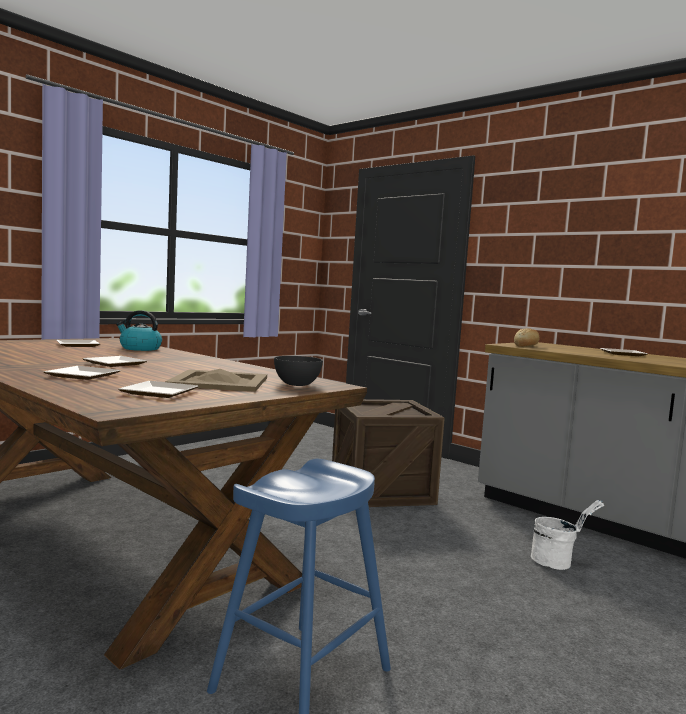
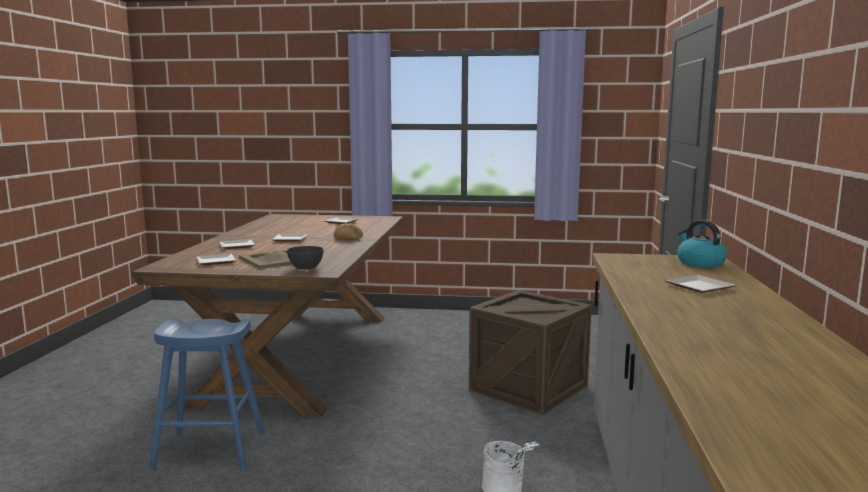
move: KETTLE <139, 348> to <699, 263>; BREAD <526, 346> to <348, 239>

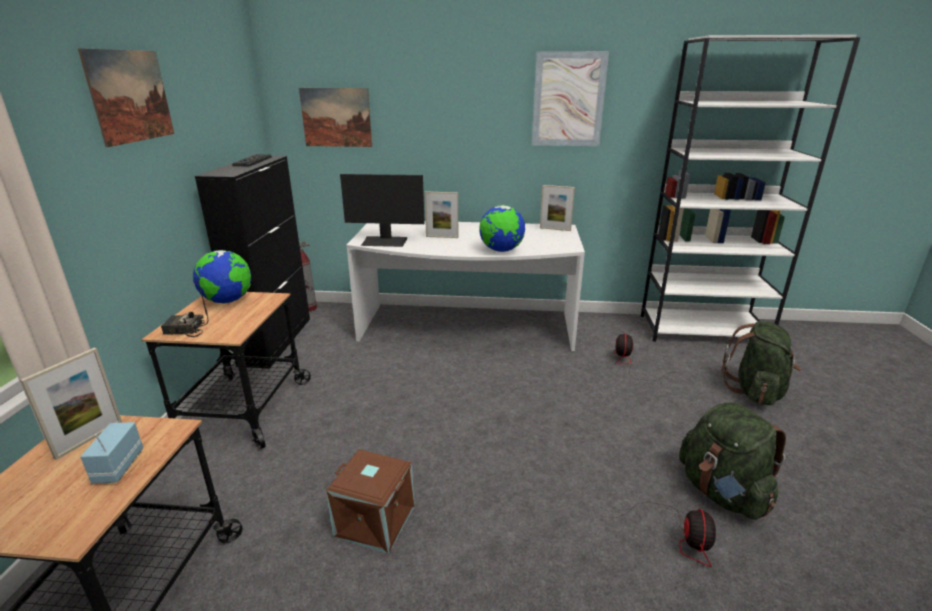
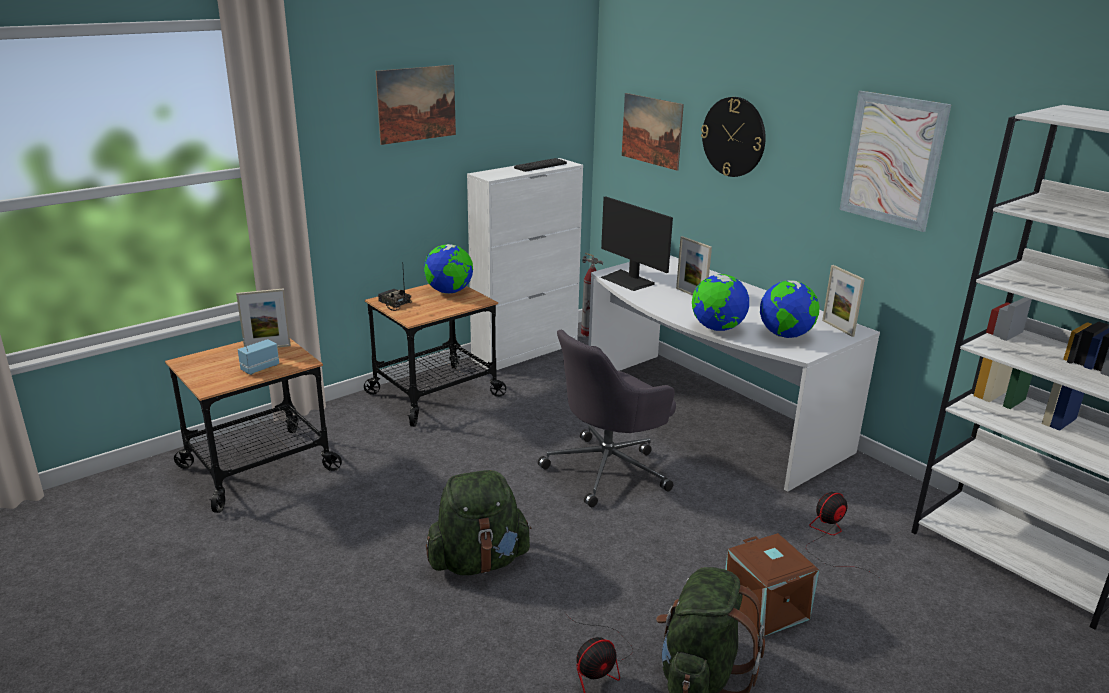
insert: WALL CLOCK <734, 137>; GLOBE <785, 335>; GREY OFFICE CHAIR <608, 469>
move: GREEN BACKPACK <755, 391> to <478, 562>; BROWN STORAGE BOX <376, 520> to <766, 608>
recolor: BLACK CABINET <276, 340> to WHITE CABINET <526, 351>

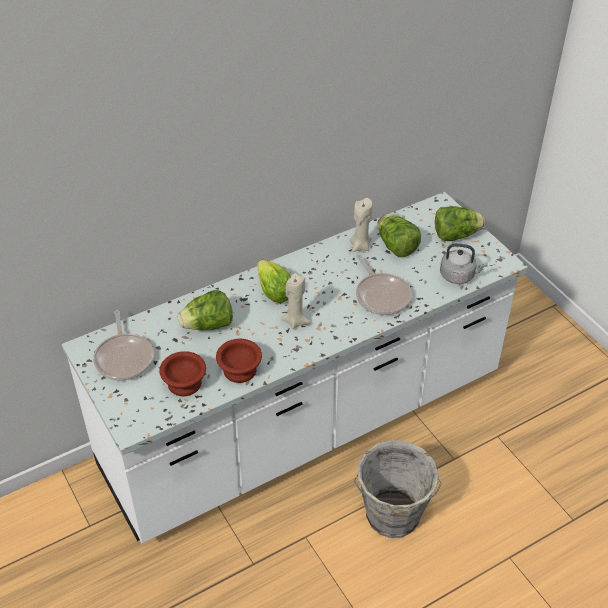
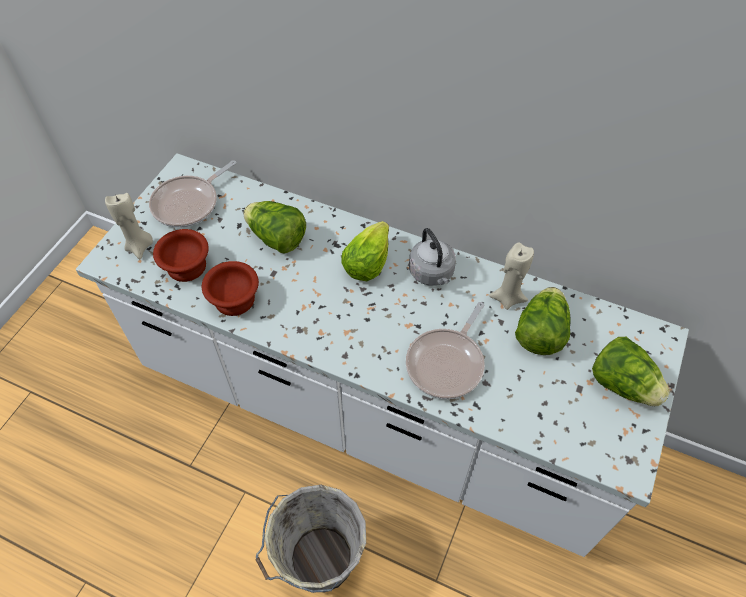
move: GREY KETTLE <459, 276> to <432, 274>; BEIGE CANDLE <295, 321> to <140, 247>

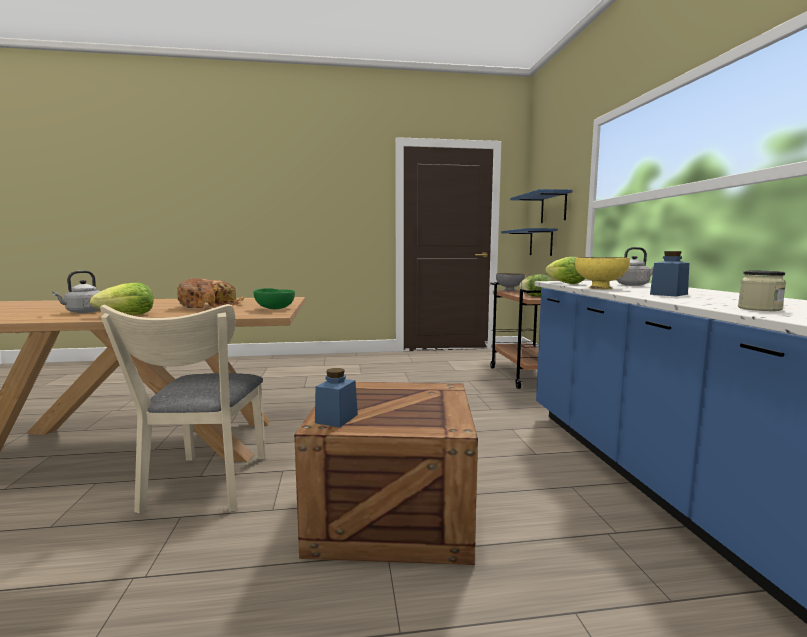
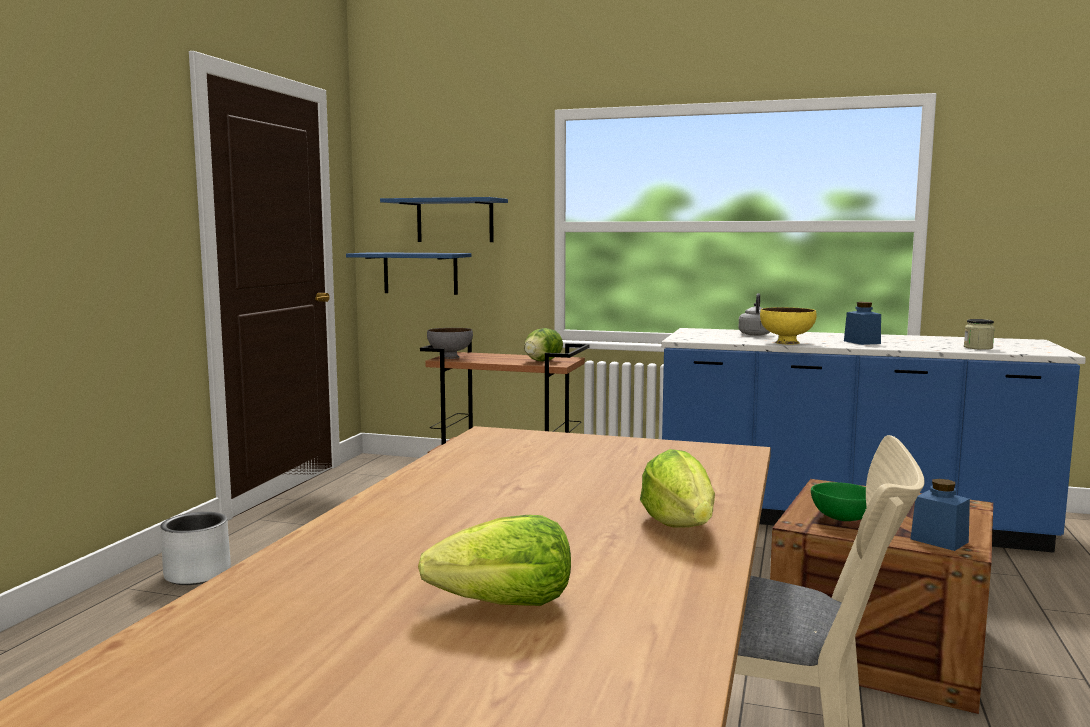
delete: GREY KETTLE <83, 312>; BREAD <210, 306>
insert: GREY PLANTER <197, 574>
move: LETTUCE <565, 283> to <505, 605>; GREEN BOWL <275, 309> to <840, 519>

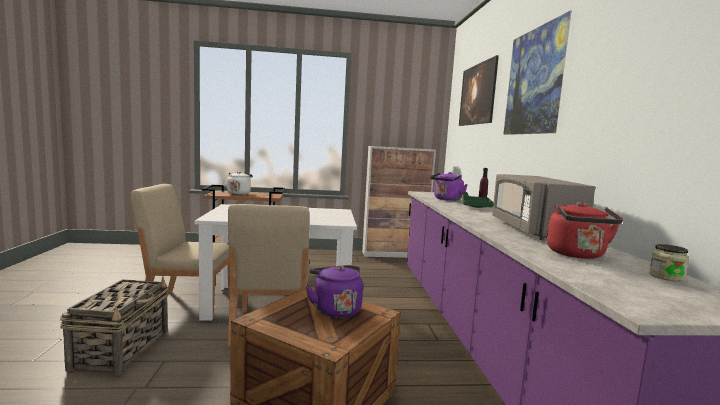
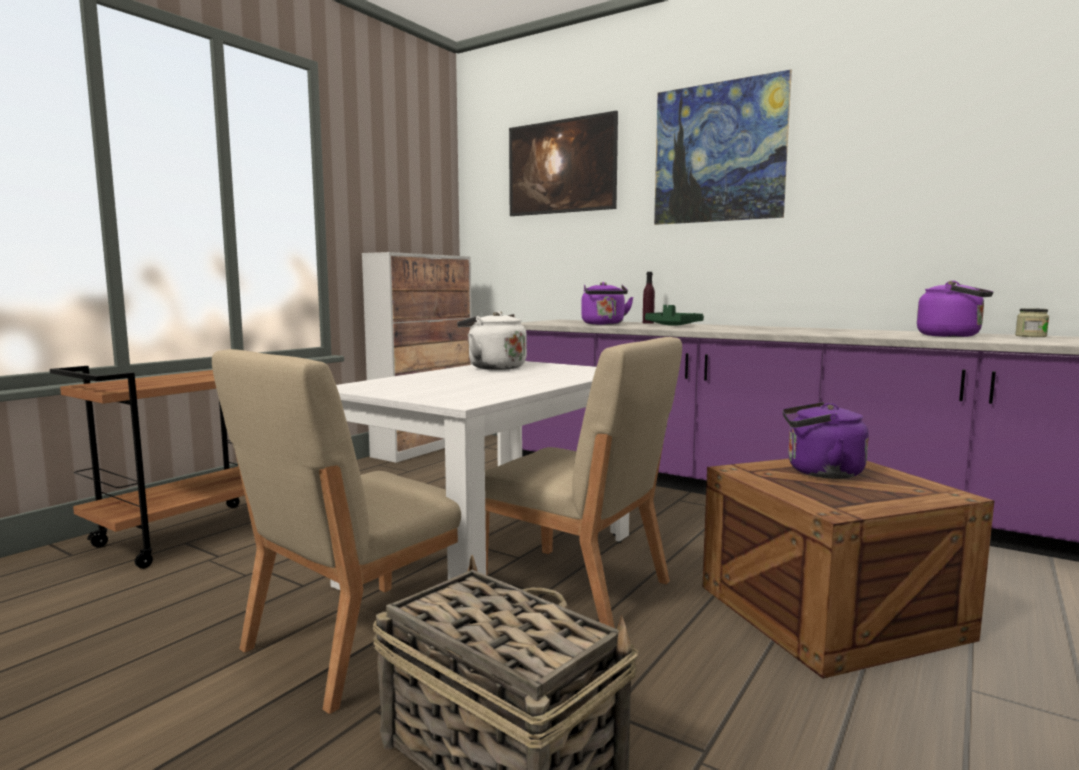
delete: GREY MICROWAVE <532, 230>
move: WHITE KETTLE <238, 193> to <493, 367>
recolor: RED KETTLE <577, 255> to PURPLE KETTLE <952, 336>

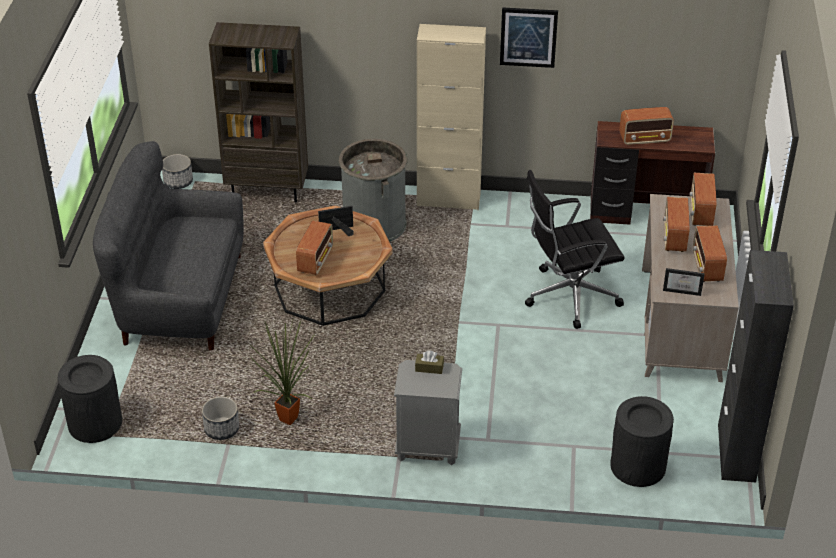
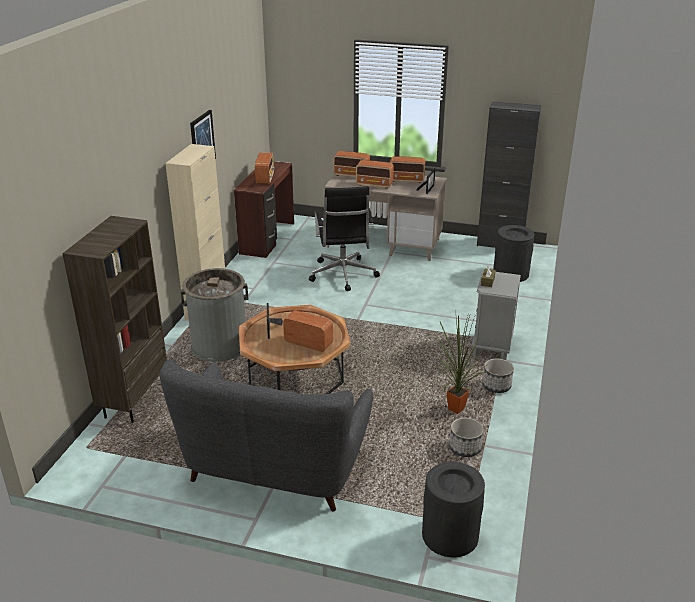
move: PLANTER <178, 181> to <496, 386>

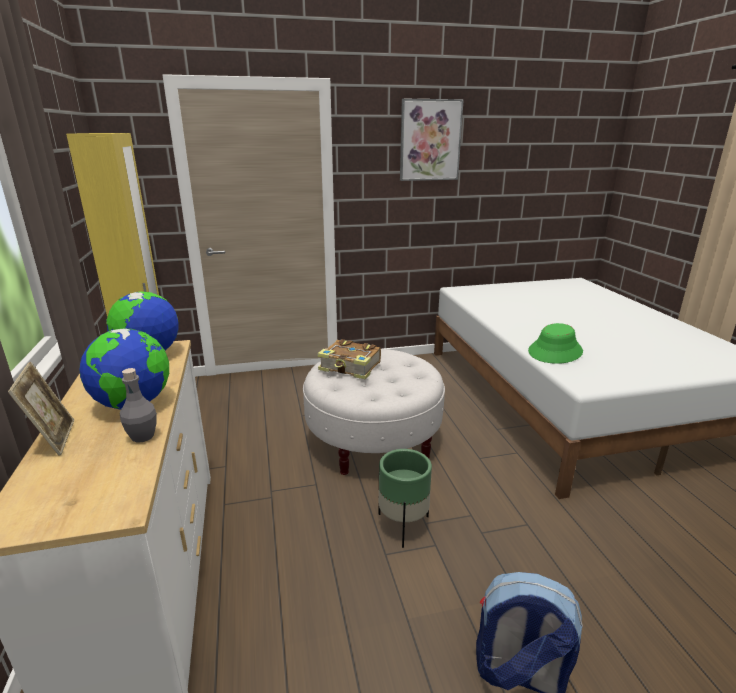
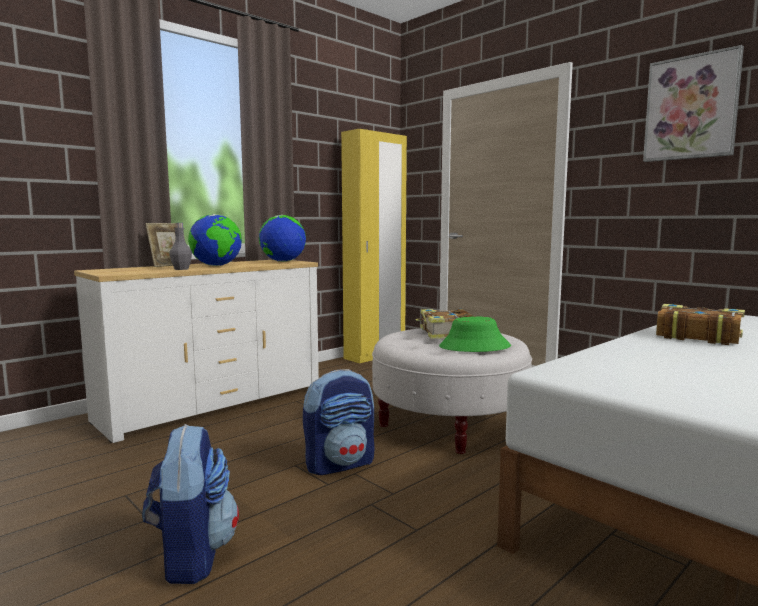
insert: BOOK <697, 336>
move: GREEN HAT <555, 352> to <474, 347>
replace: GREEN PLANTER <403, 525> to BACKPACK <340, 464>

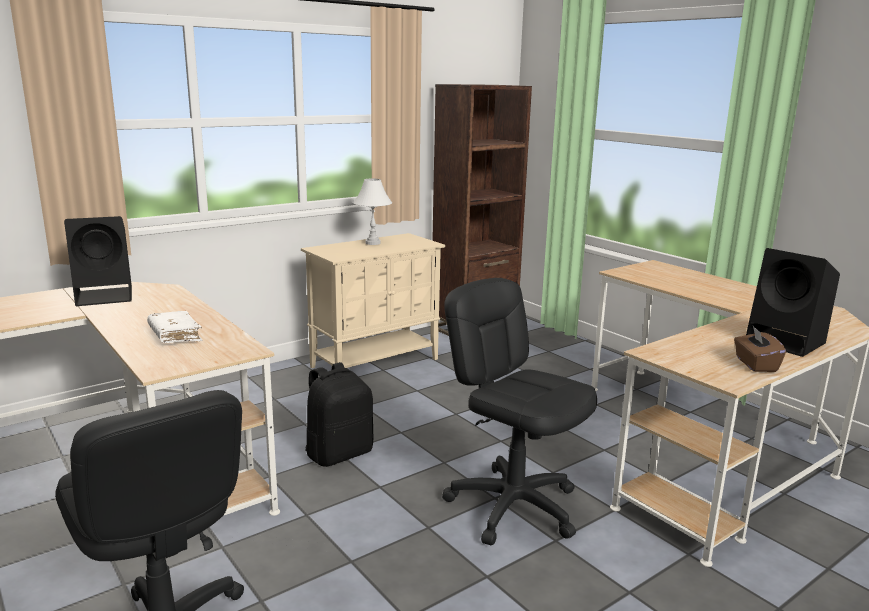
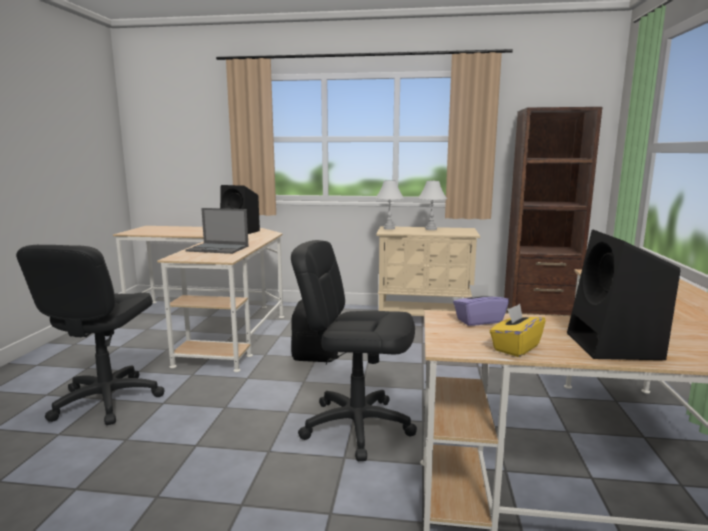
insert: WHITE TABLE LAMP <389, 228>; PURPLE TISSUE BOX <479, 320>
replace: WHITE BOOK <175, 335> to LAPTOP <218, 248>
recolor: BROWN TISSUE BOX <755, 364> to YELLOW TISSUE BOX <515, 347>
rotate: BLACK OFFICE CHAIR <513, 506> = <357, 426> 75 degrees counterclockwise

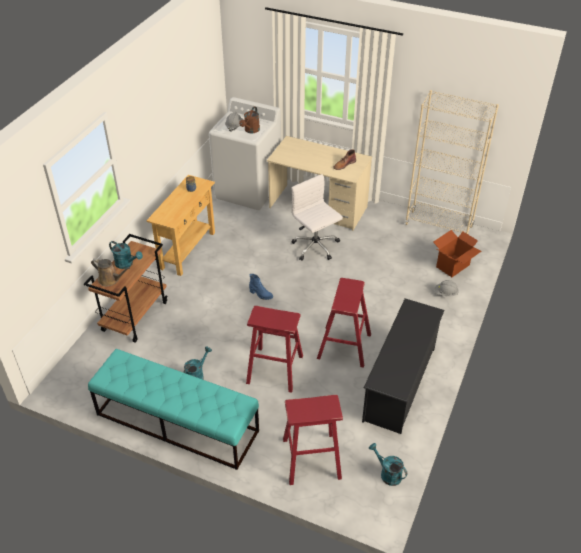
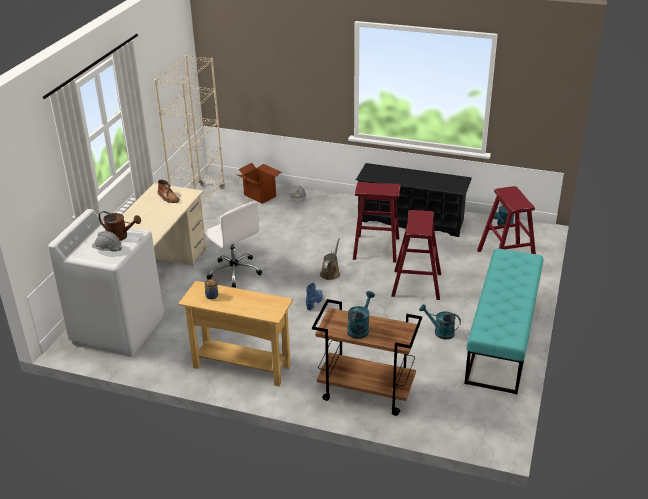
move: BROWN WATERING CAN <110, 279> to <330, 273>
rotate: WHITE OFFICE CHAIR <316, 247> = <234, 271> 90 degrees counterclockwise

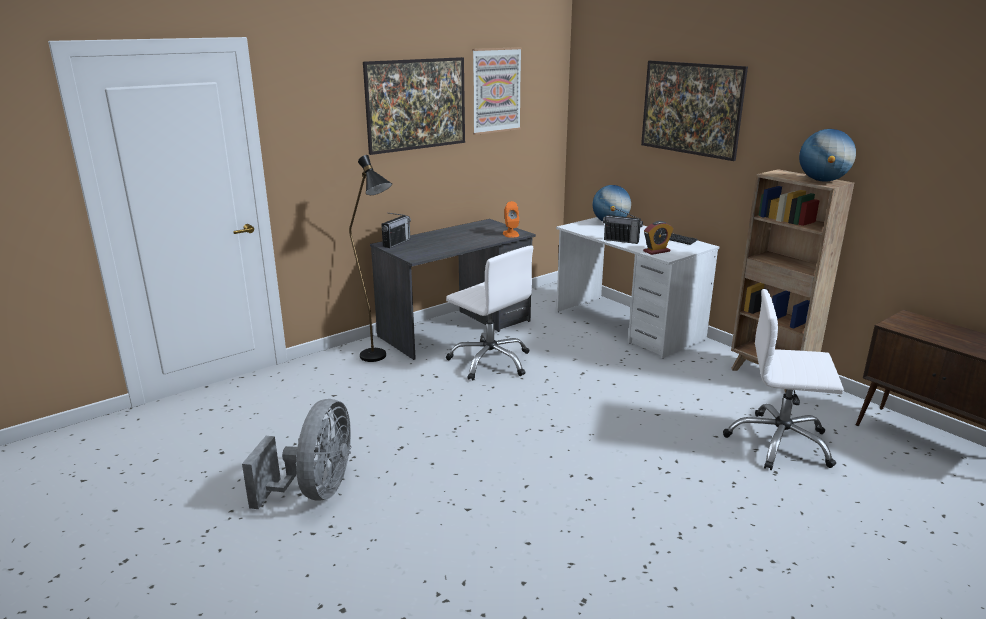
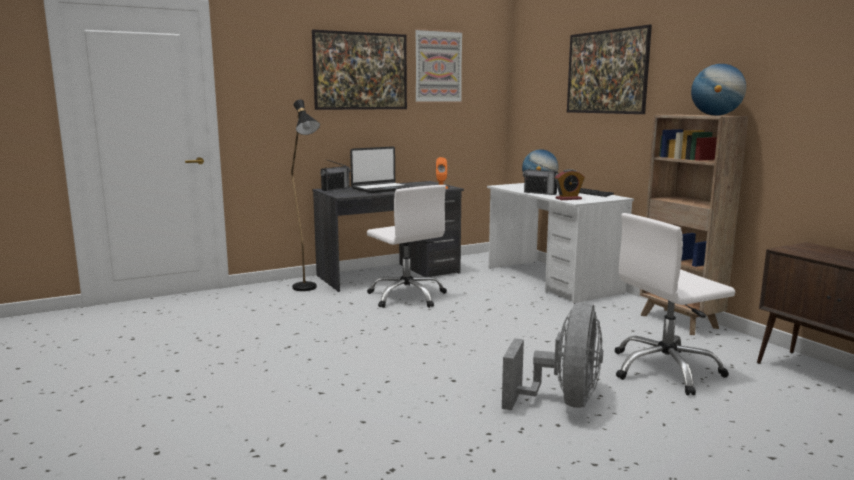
insert: LAPTOP <382, 189>
move: GREY FAN <315, 491> to <562, 401>
rotate: WHITE OFFICE CHAIR <779, 443> = <665, 370> 45 degrees counterclockwise

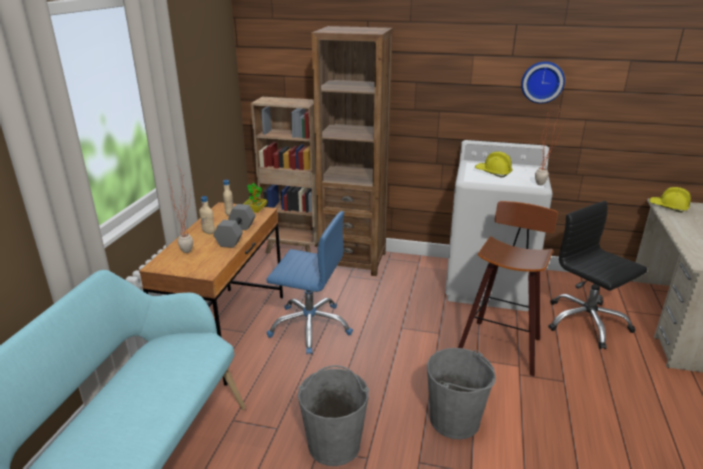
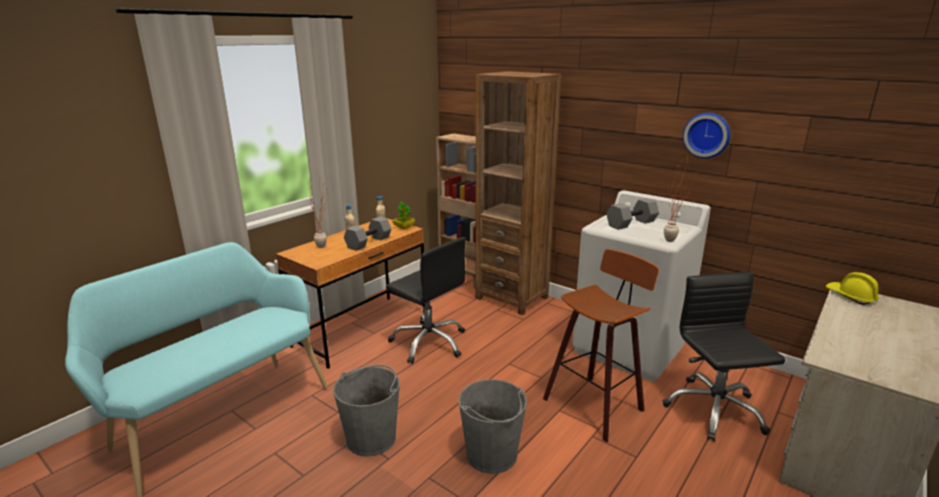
replace: YELLOW HARD HAT <493, 172> to GREY DUMBBELL <631, 224>
recolor: BLUE OFFICE CHAIR <310, 327> to BLACK OFFICE CHAIR <429, 342>

